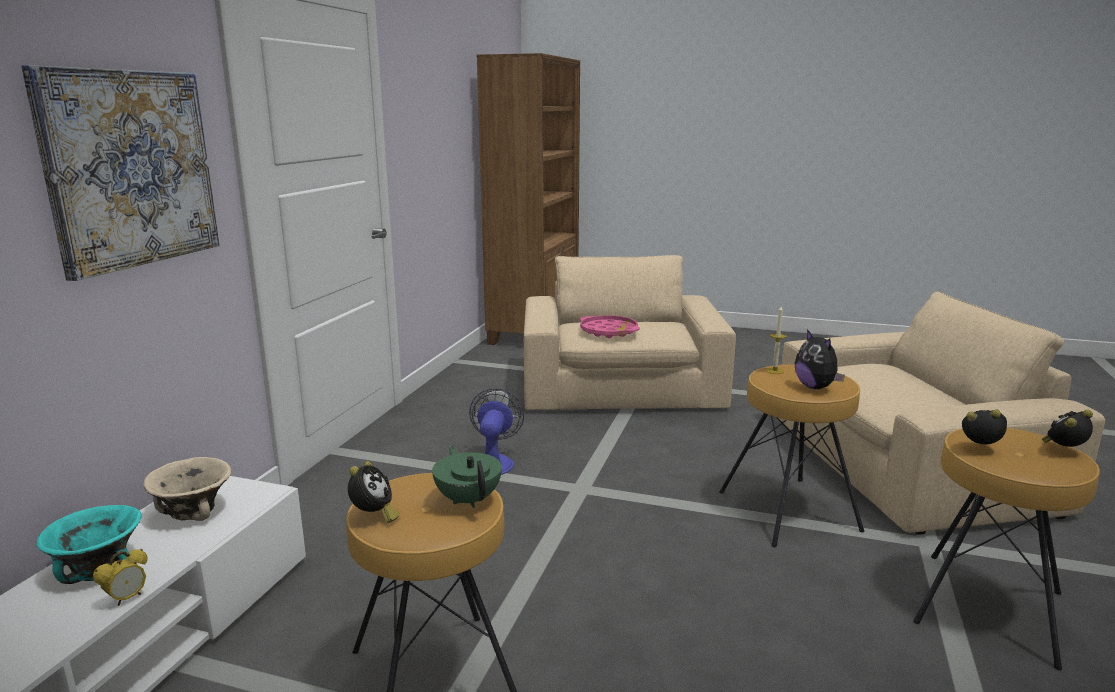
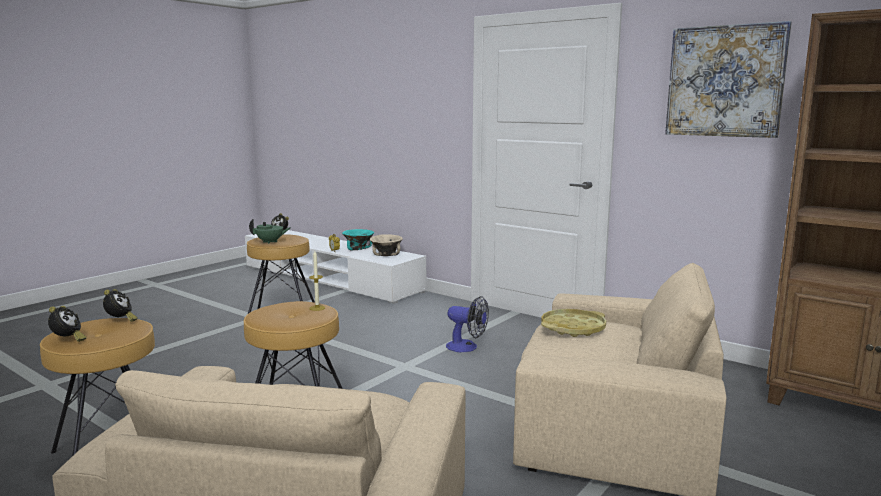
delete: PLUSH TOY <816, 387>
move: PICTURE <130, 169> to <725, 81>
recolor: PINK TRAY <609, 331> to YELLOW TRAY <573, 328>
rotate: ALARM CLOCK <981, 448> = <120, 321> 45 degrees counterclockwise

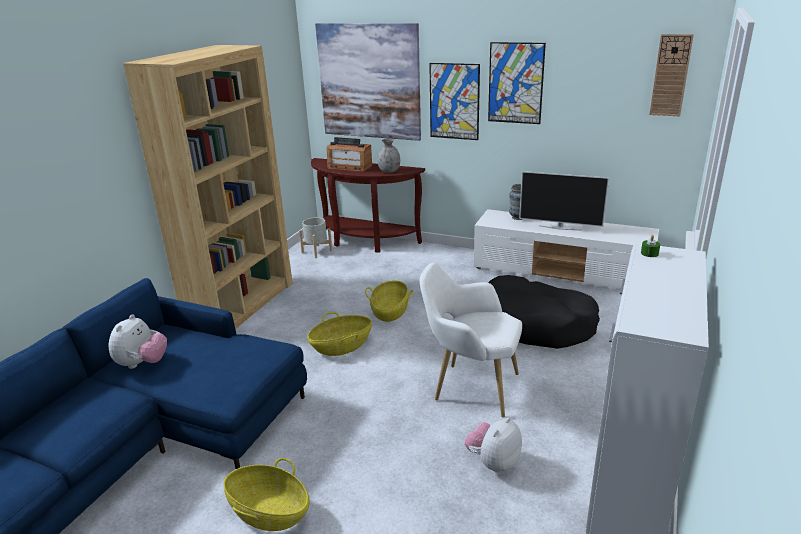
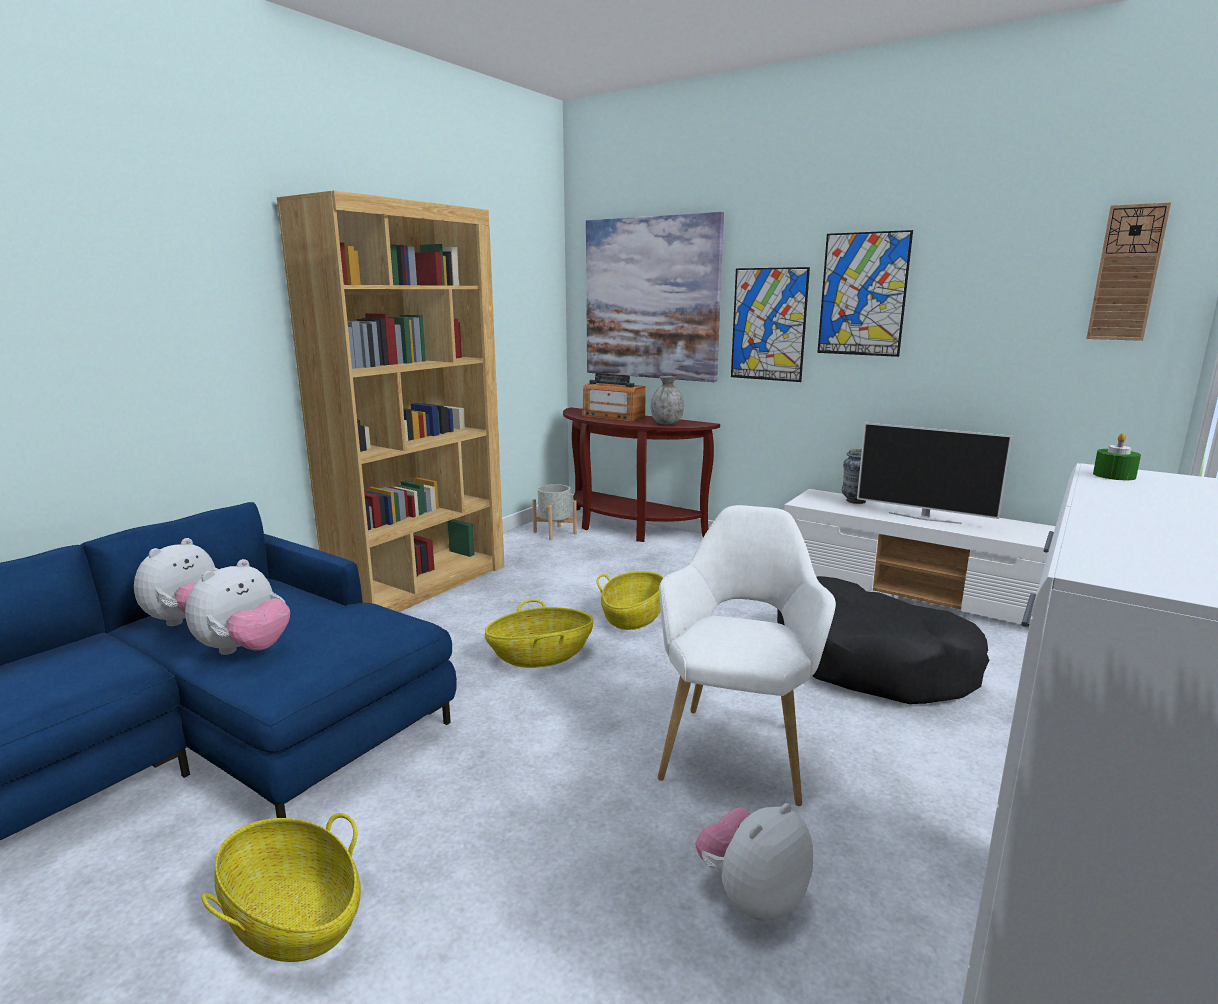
insert: PLUSH TOY <245, 650>
rotate: WHITE ARMCHAIR <470, 387> = <737, 746> 75 degrees clockwise

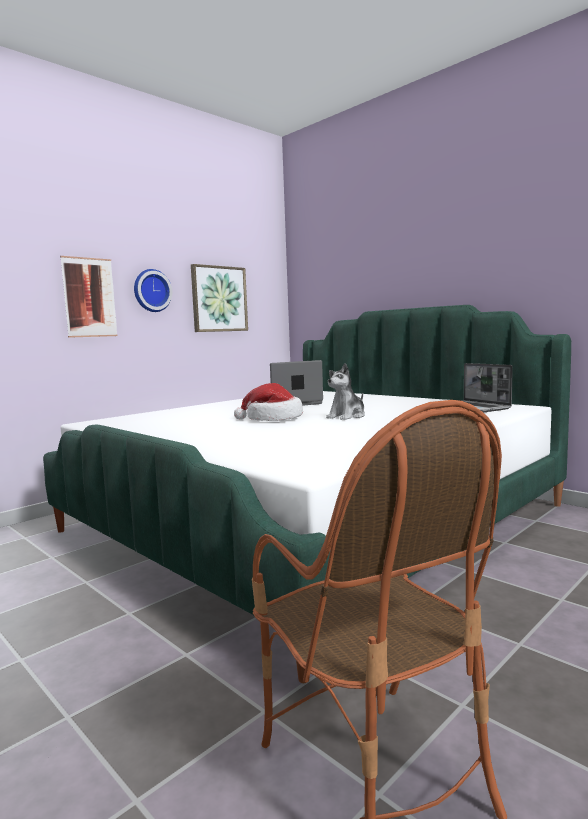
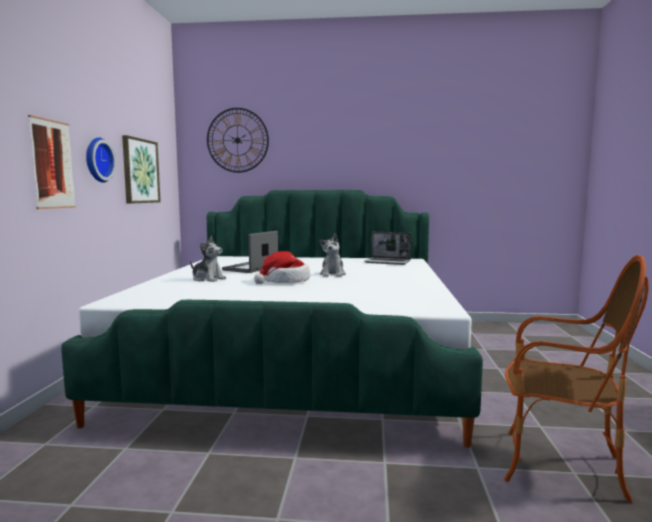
insert: WALL CLOCK <237, 140>; PLUSH TOY <208, 279>

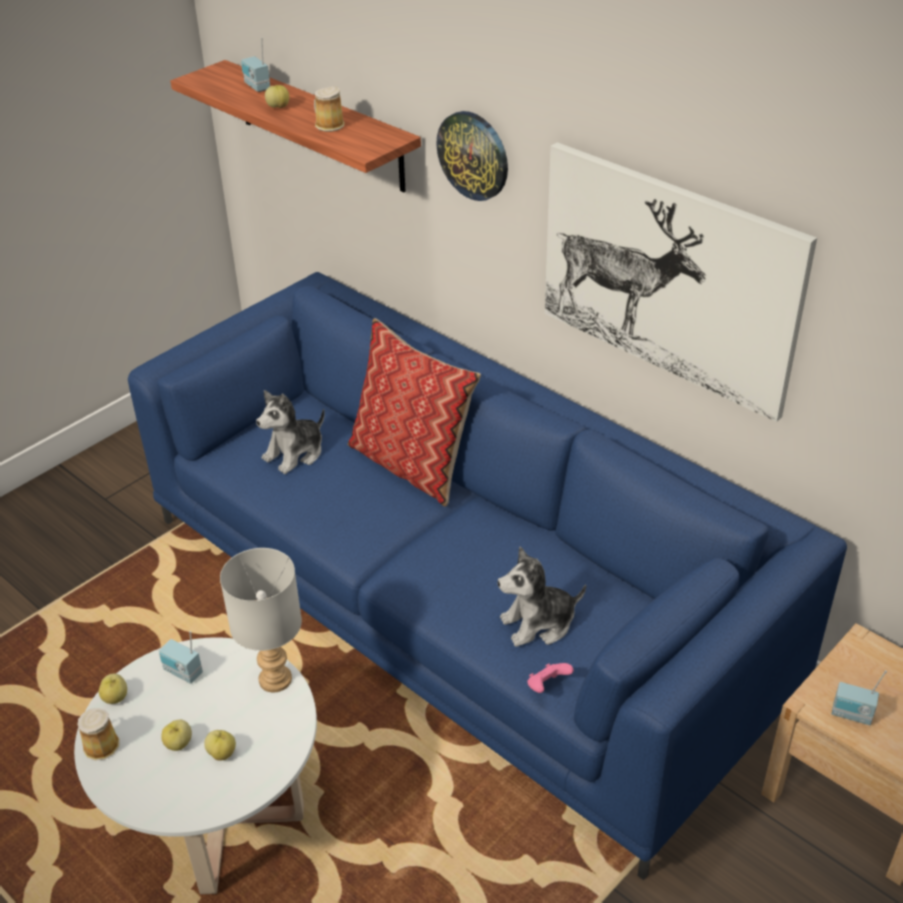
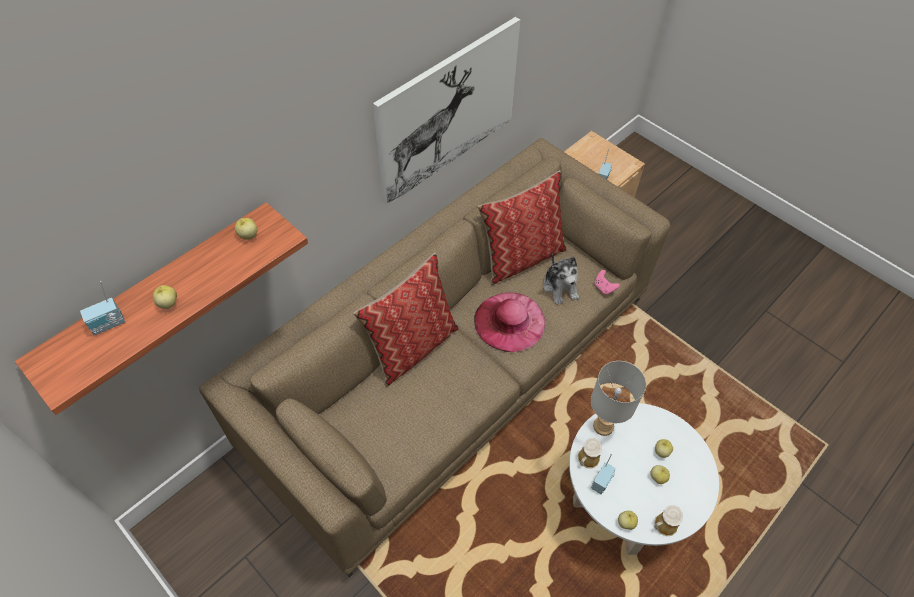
delete: WALL CLOCK <473, 155>; PLUSH TOY <295, 453>
insert: PILLOW <521, 257>; APPLE <248, 235>; PINK HAT <509, 321>
move: MUG <328, 125> to <587, 459>
recolor: BLUE SOFA <456, 604> to BROWN SOFA <454, 371>

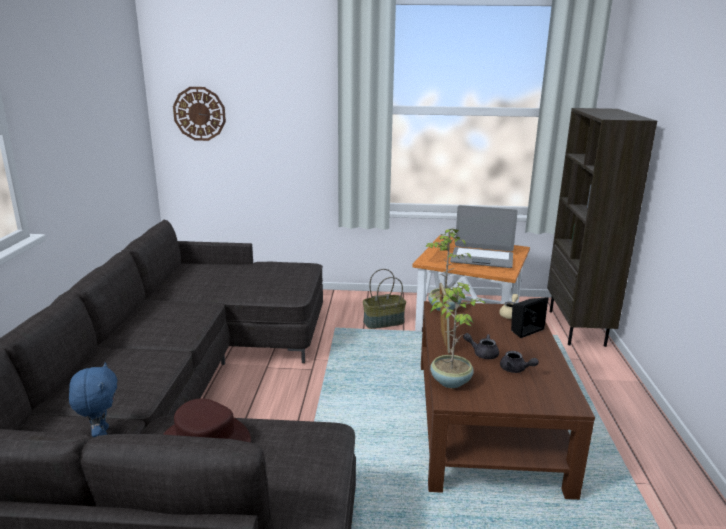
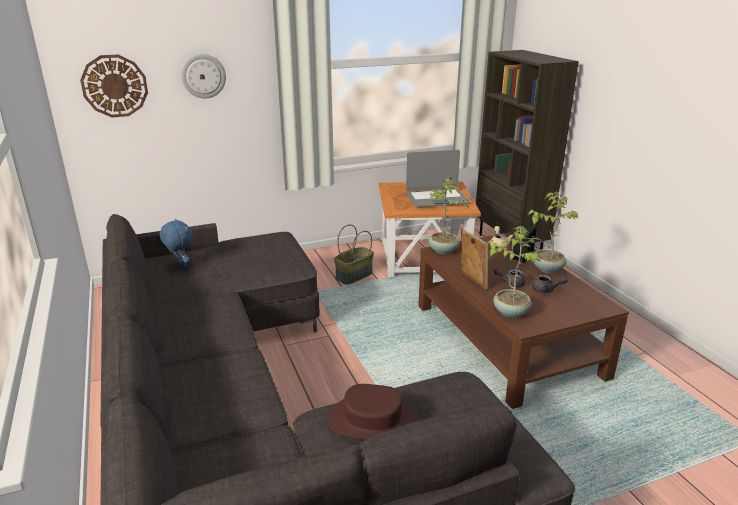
insert: WALL CLOCK <203, 76>; POTTED PLANT <547, 268>
move: BLUE PLUSH TOY <101, 434> to <180, 266>

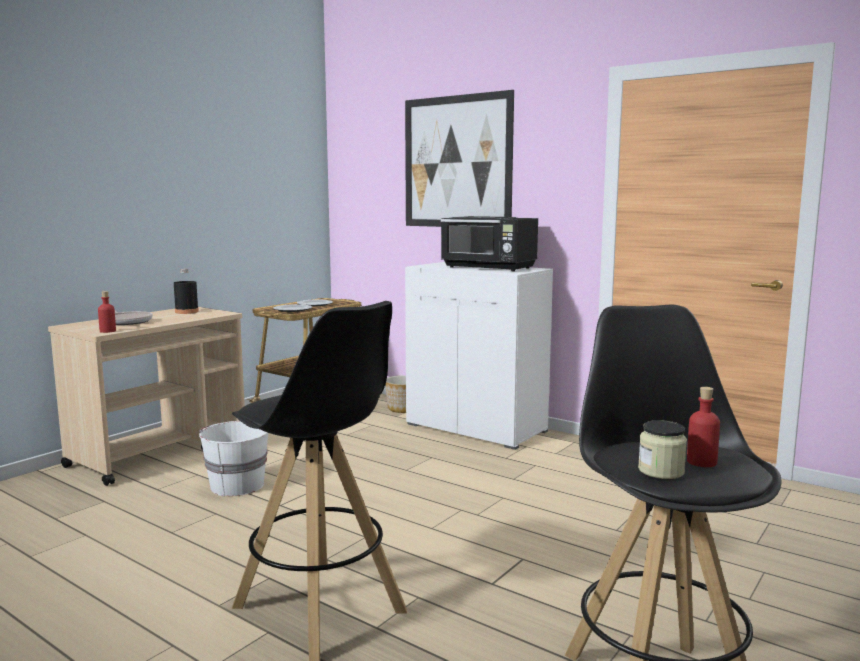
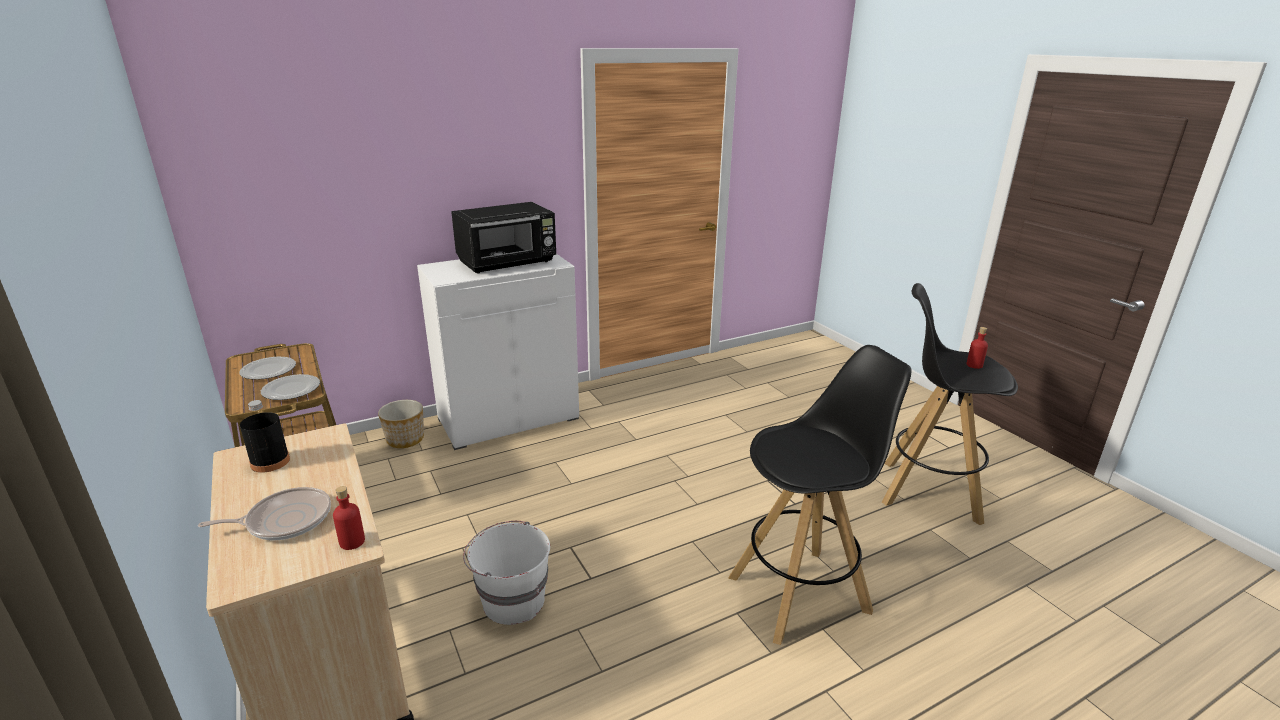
delete: PICTURE <457, 162>; JAR <661, 471>

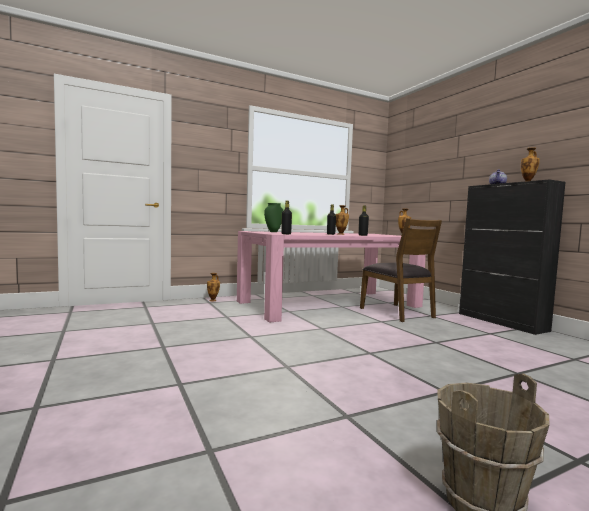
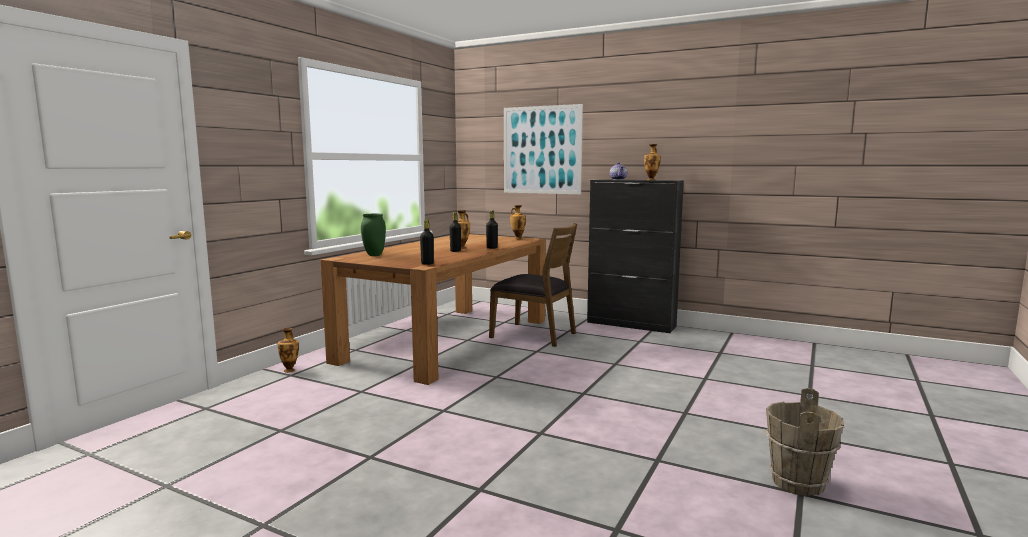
insert: PICTURE <541, 150>
recolor: PINK DINING TABLE <329, 304> to BROWN DINING TABLE <448, 339>

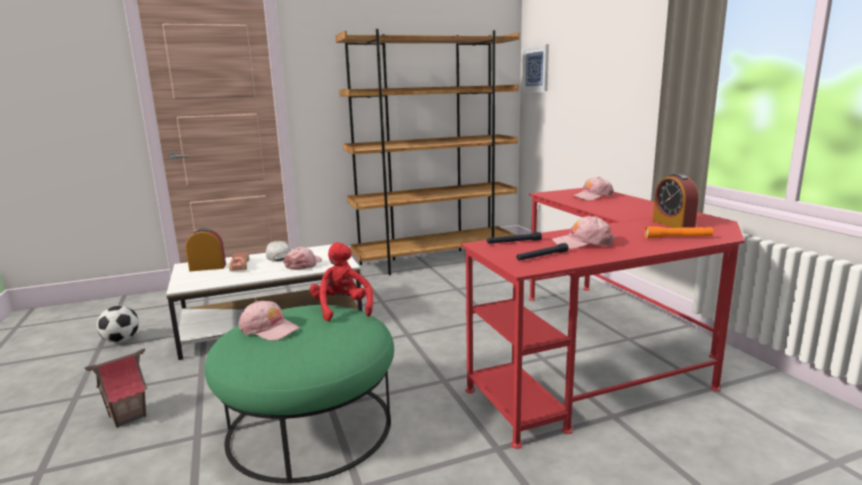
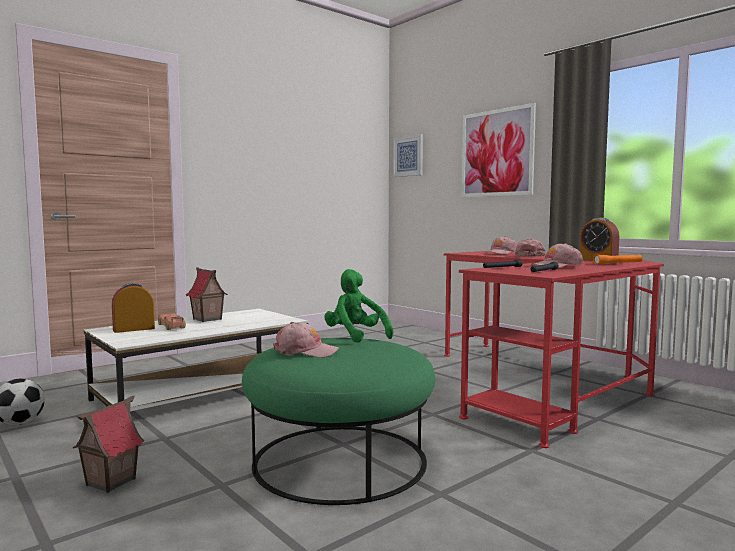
delete: BROWN BOOKCASE <435, 260>
insert: PICTURE <497, 153>
move: PINK CAP <304, 264> to <527, 256>
replace: WHITE CAP <278, 257> to TOY HOUSE <207, 319>
recolor: RED PLUSH TOY <342, 309> to GREEN PLUSH TOY <355, 336>

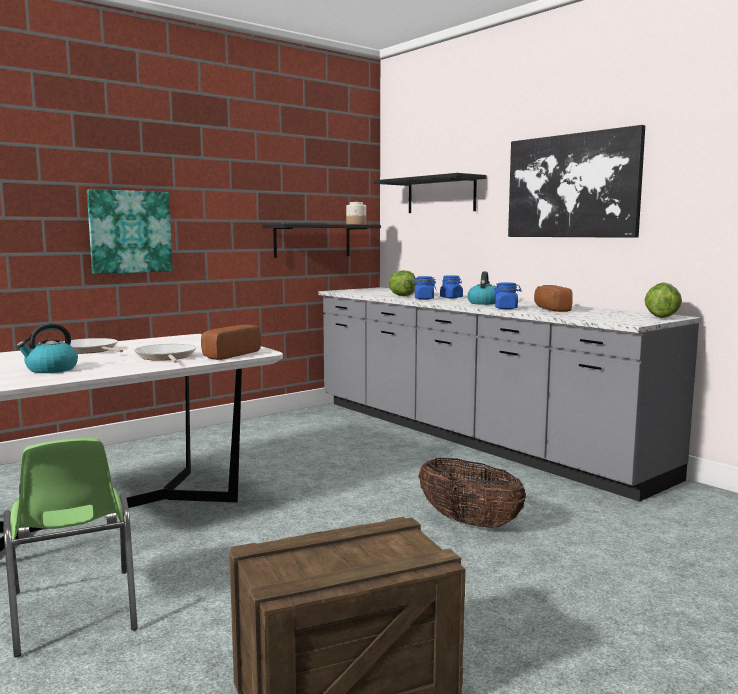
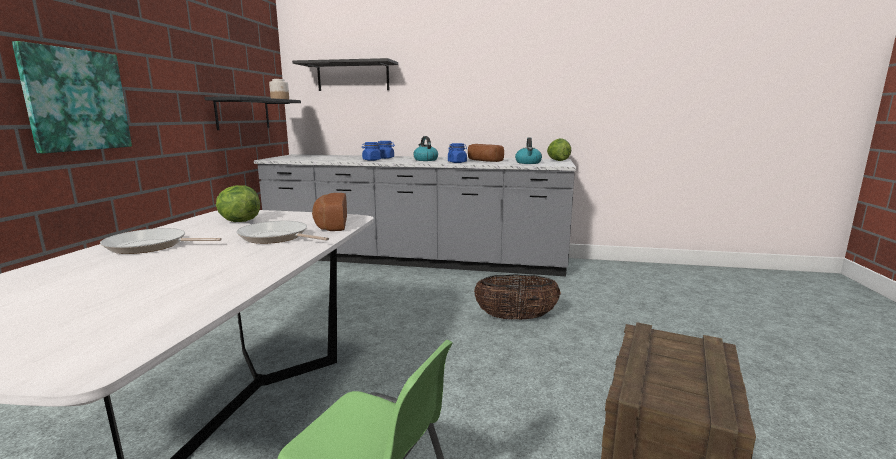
delete: PICTURE <572, 186>
move: LETTUCE <402, 296> to <239, 221>; KETTLE <51, 369> to <528, 163>

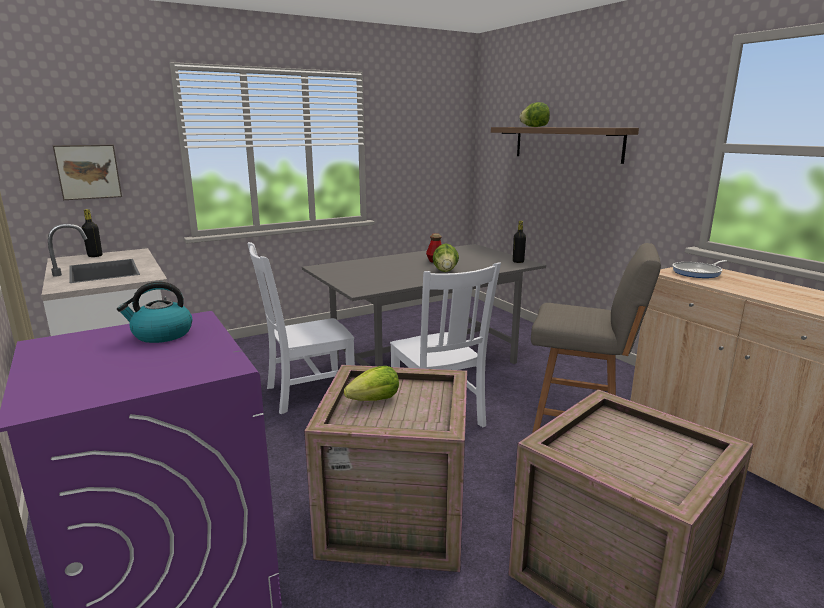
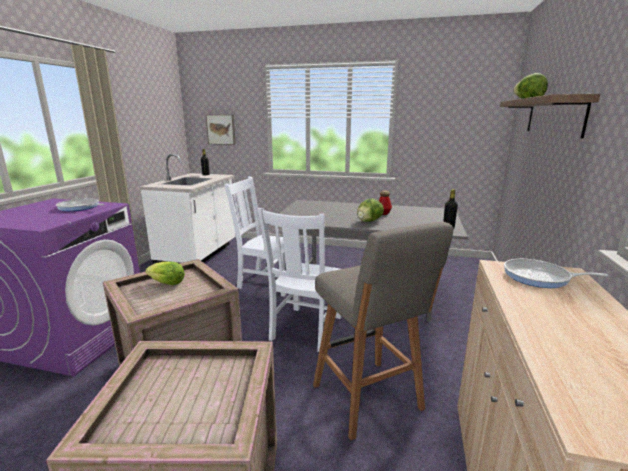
replace: KETTLE <161, 335> to FRYING PAN <80, 207>

